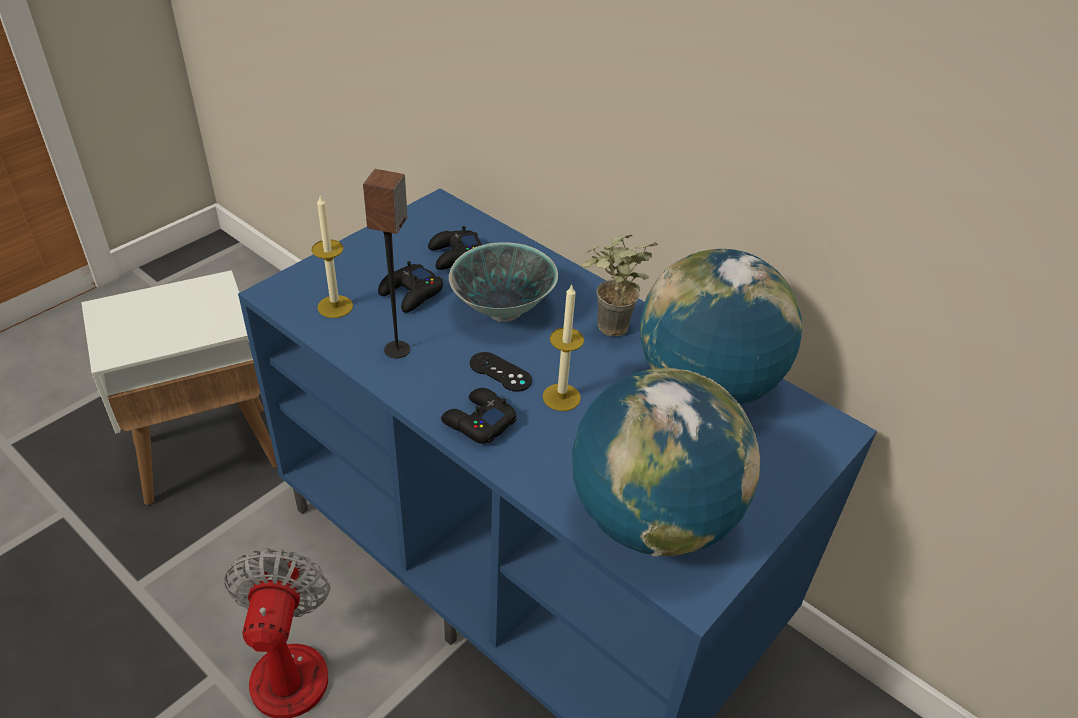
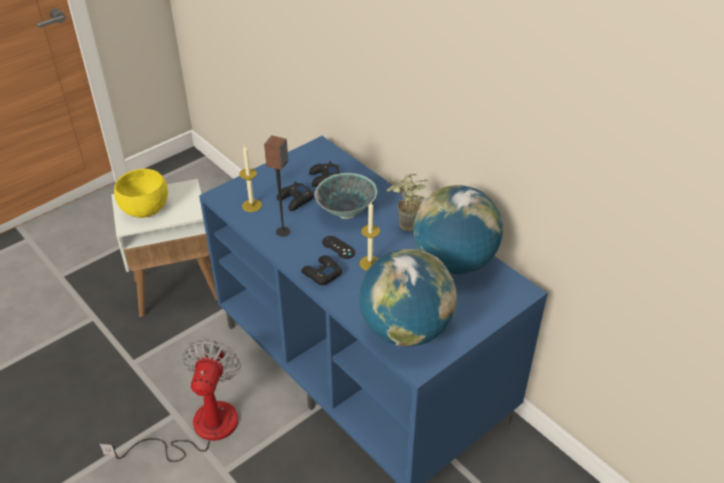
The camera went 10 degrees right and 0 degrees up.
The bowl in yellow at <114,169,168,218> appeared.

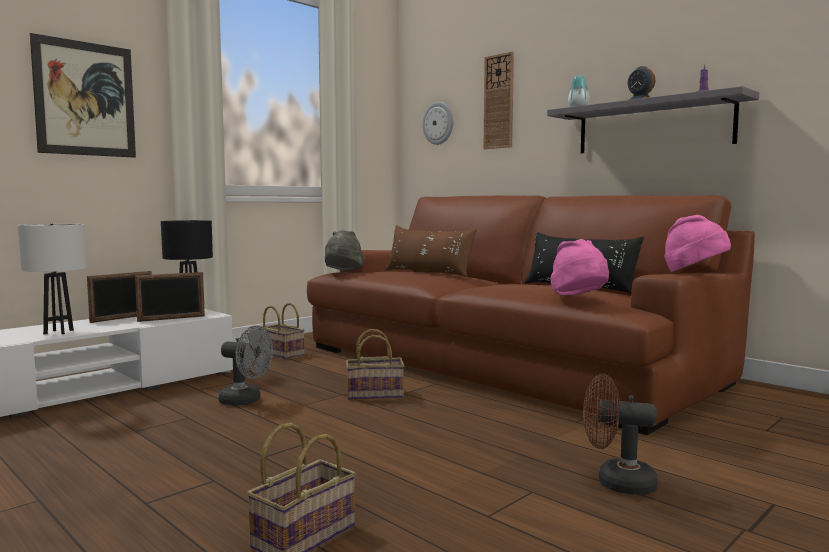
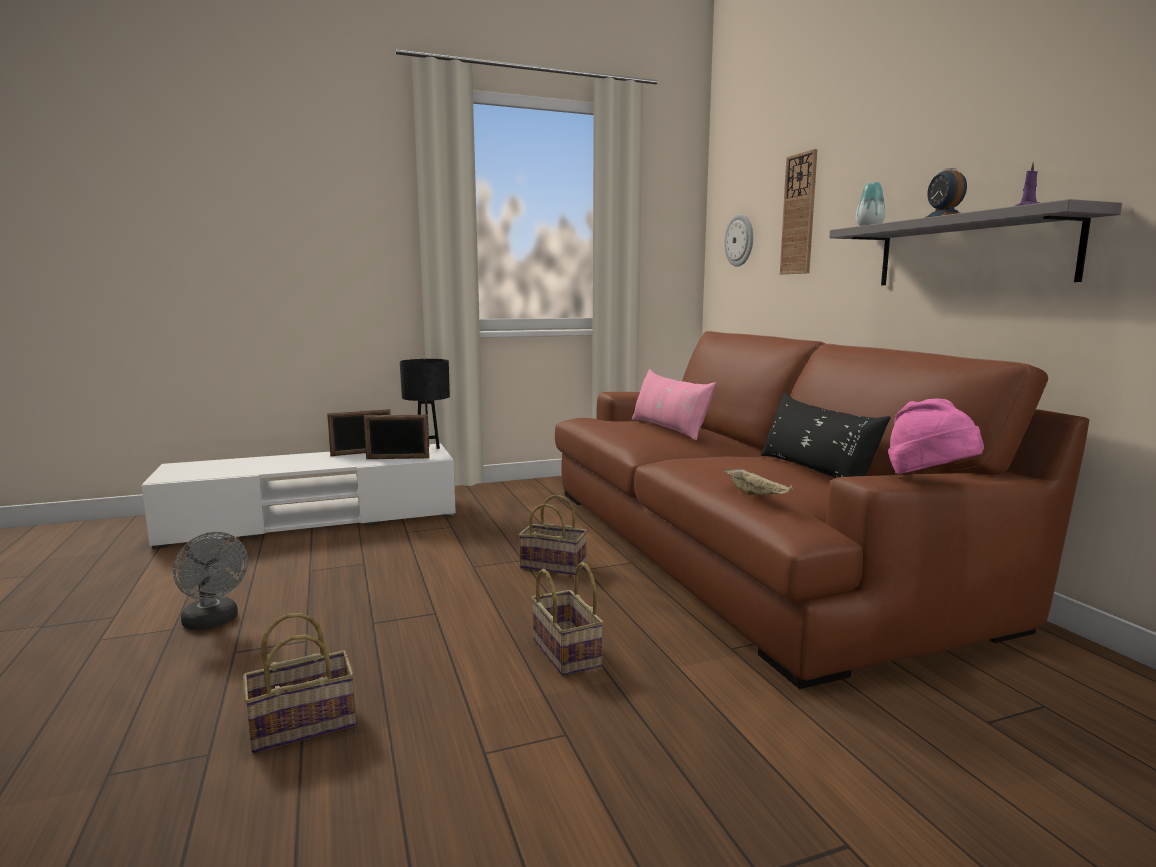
The camera went 25 degrees right and 5 degrees up.
The table lamp in white at <18,224,87,335> disappeared.
The picture at <30,33,136,158> disappeared.
The fan in grey moved from <219,326,273,406> to <173,532,248,630>.
The basket moved from <259,303,304,359> to <531,562,604,676>.
The hat in grey at <325,230,364,271> disappeared.
The pillow in brown at <385,225,477,277> became the pillow in pink at <632,369,716,440>.
The hat in pink at <551,239,609,295> was replaced by the tray in beige at <723,468,793,495>.
The fan in brown at <583,374,658,495> disappeared.

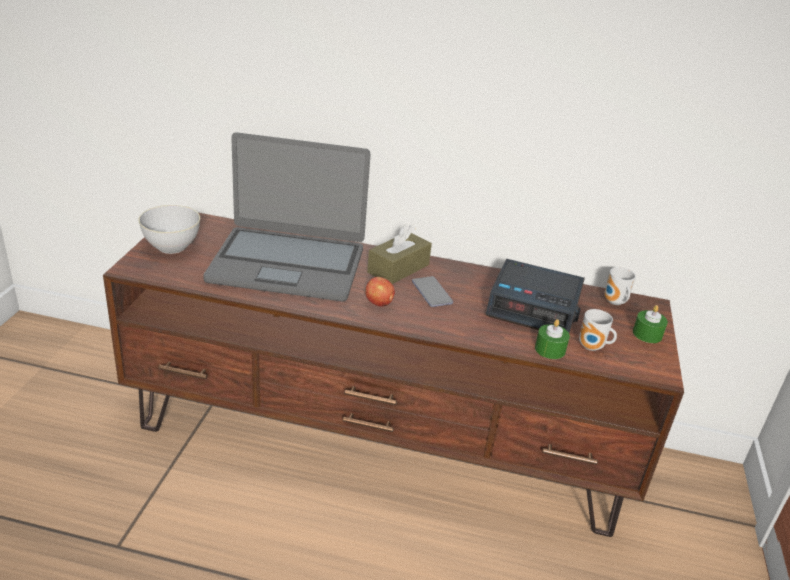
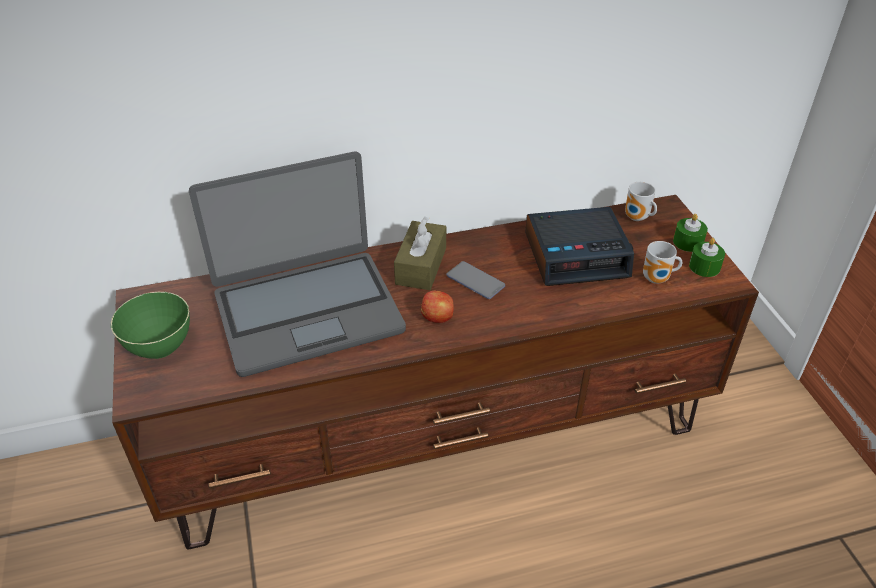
The camera went 25 degrees left and 10 degrees up.
The bowl in grey at <138,205,200,254> became the bowl in green at <111,292,190,359>.
The candle in green moved from <535,319,570,359> to <689,238,725,277>.

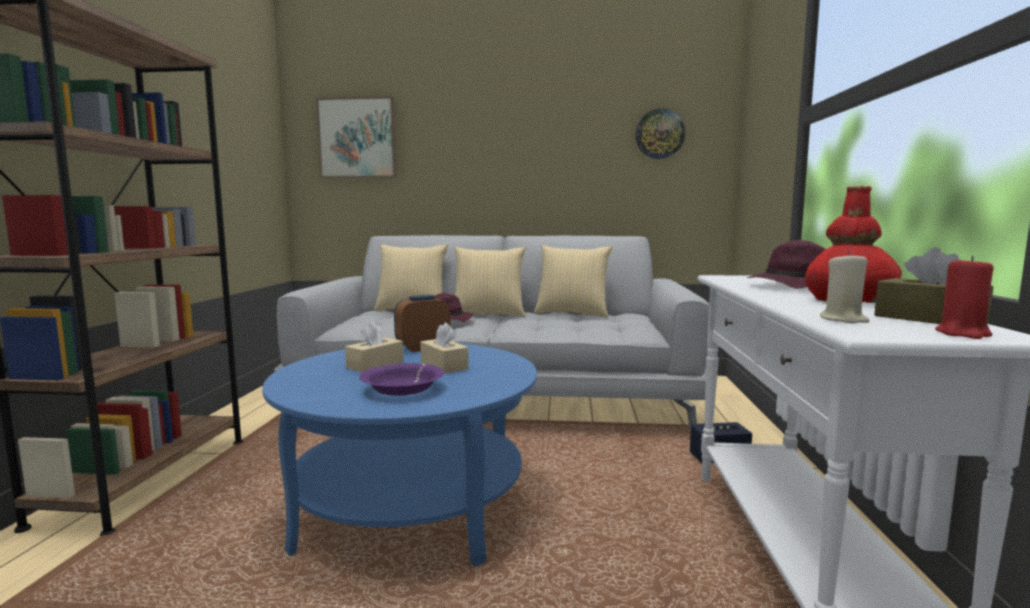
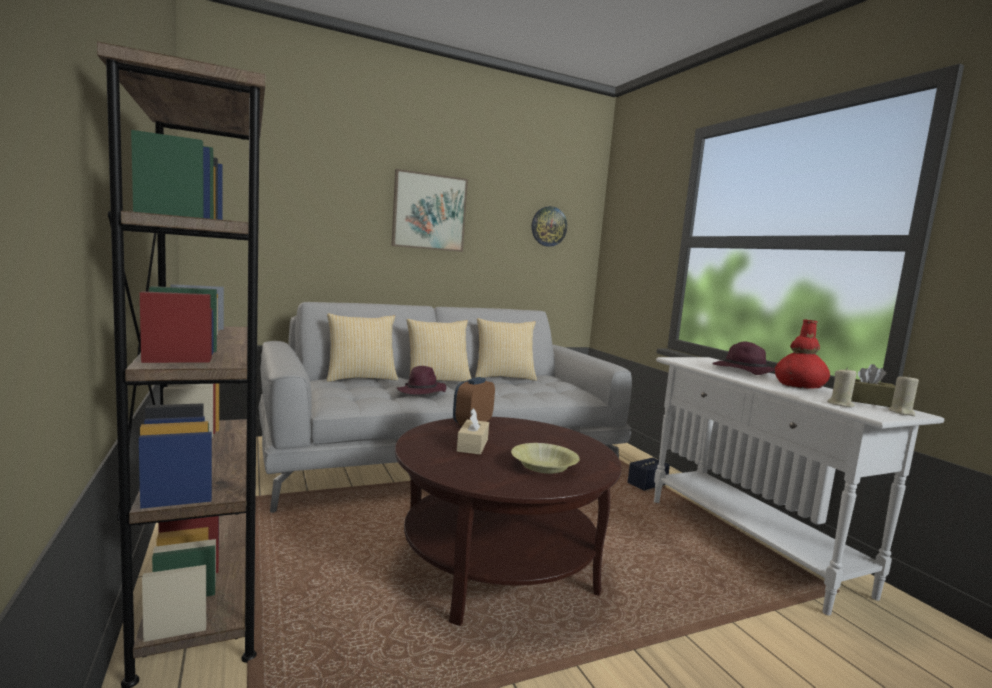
The camera went 30 degrees left and 0 degrees up.
The coffee table in blue at <262,343,537,567> became the coffee table in brown at <395,417,621,626>.
The picture moved from <316,96,397,178> to <391,169,468,252>.
The bowl in purple at <359,363,444,396> became the bowl in yellow at <511,443,580,474>.
The tissue box in beige at <420,323,469,374> disappeared.
The candle in red at <935,256,994,339> became the candle in beige at <889,375,919,416>.

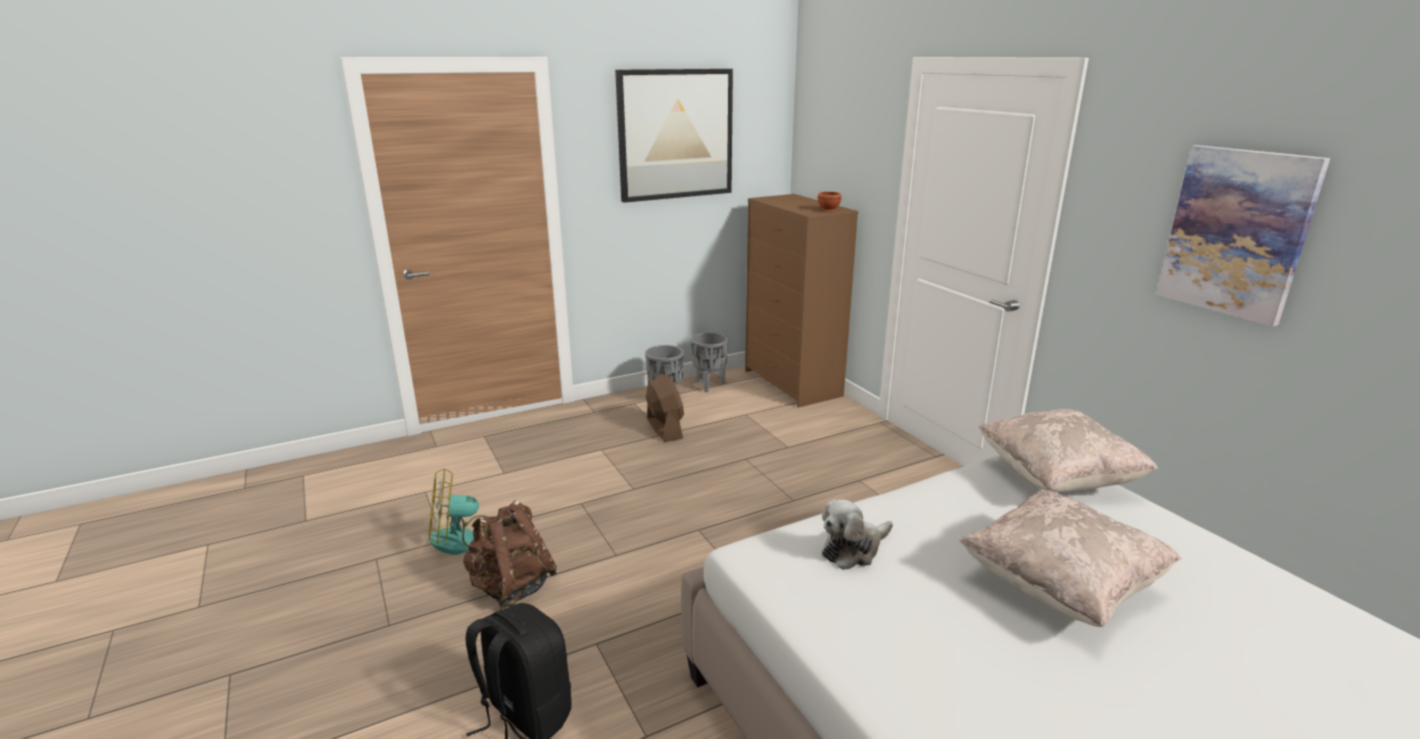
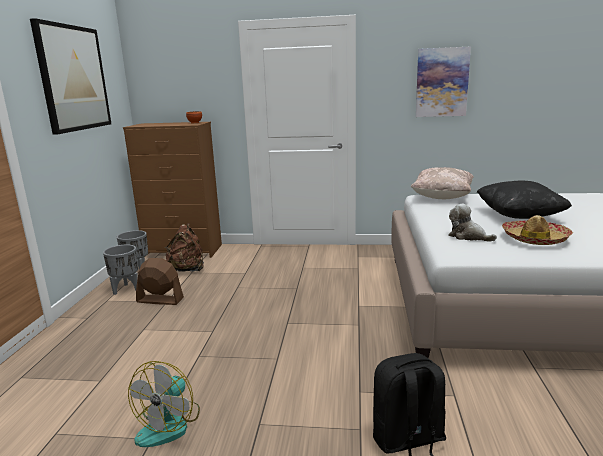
The camera went 55 degrees left and 5 degrees down.
The backpack in brown moved from <463,500,557,608> to <165,223,204,272>.
The plush toy at <822,499,893,570> turned 135 degrees clockwise.
The pillow in beige at <959,490,1181,627> became the pillow in black at <477,180,572,219>.
The hat at <502,215,573,245> appeared.

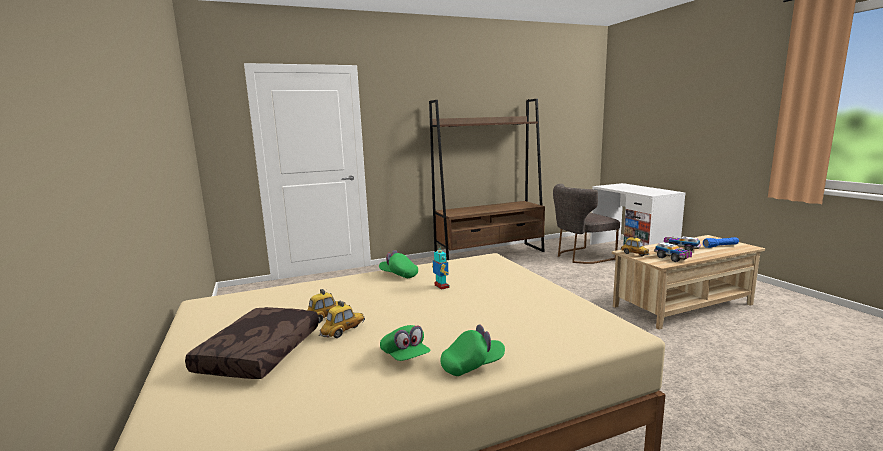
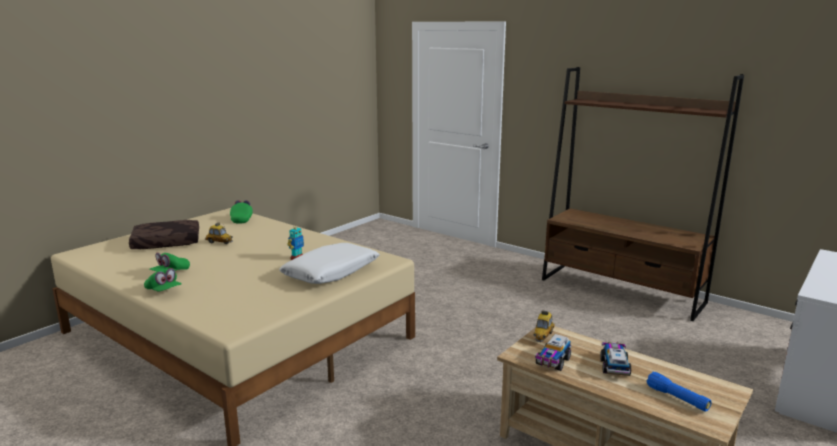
The camera went 60 degrees right and 5 degrees up.
The toy car at <319,301,365,338> disappeared.
The cap in green moved from <379,250,418,278> to <230,200,253,224>.
The chair in grey at <553,184,620,264> disappeared.
The pillow in white at <279,243,380,284> appeared.

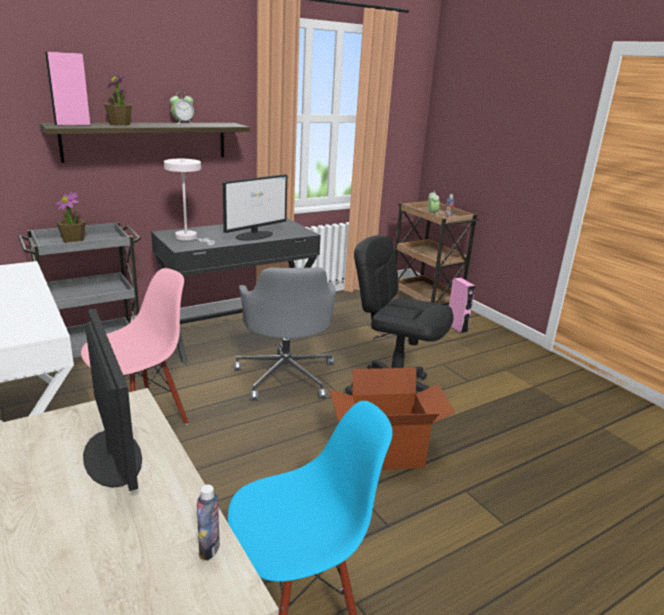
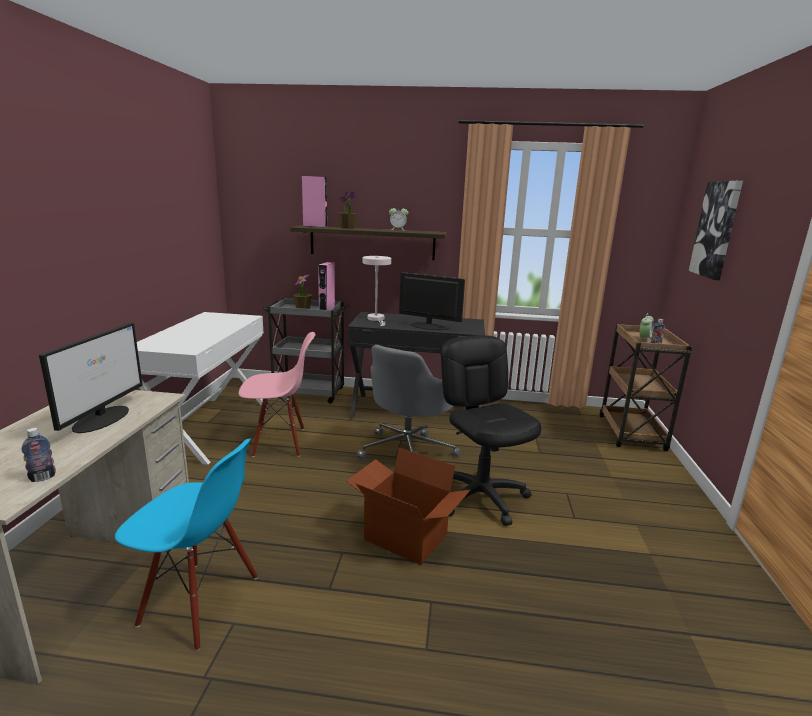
The camera went 40 degrees right and 5 degrees down.
The monitor at <223,174,287,241> turned 150 degrees counterclockwise.
The speaker in pink moved from <449,277,476,334> to <318,262,335,310>.
The picture at <689,181,743,280> appeared.

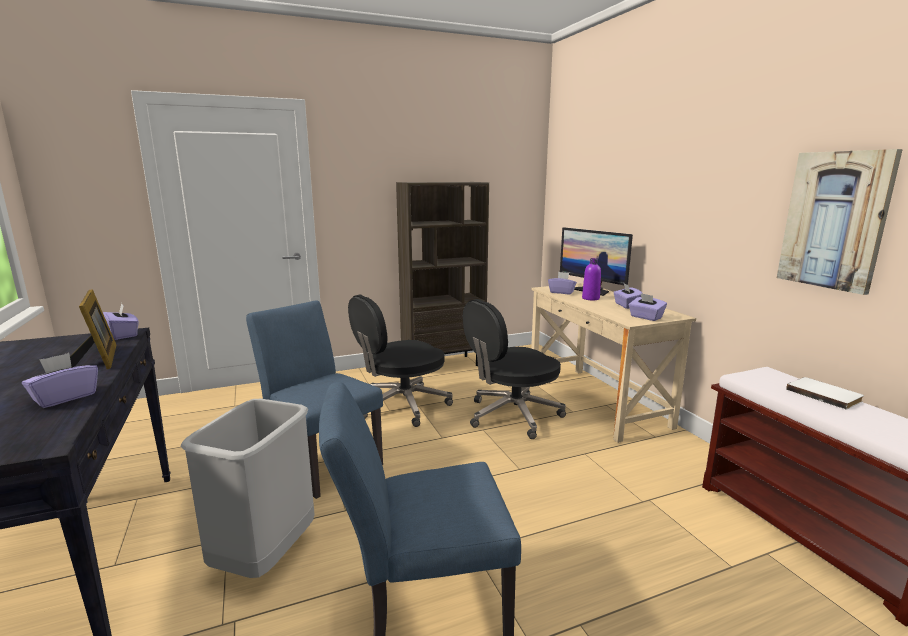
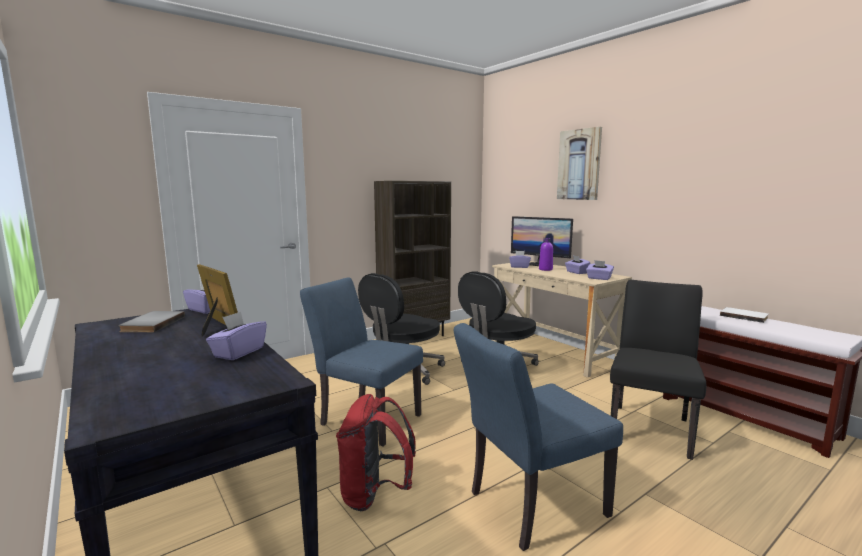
The camera went 15 degrees left and 5 degrees down.
The trash can in grey at <181,399,315,578> was replaced by the backpack in red at <336,394,416,511>.
The picture moved from <777,149,903,295> to <557,127,602,200>.
The book in grey at <119,311,185,332> appeared.
The chair in black at <610,280,706,460> appeared.

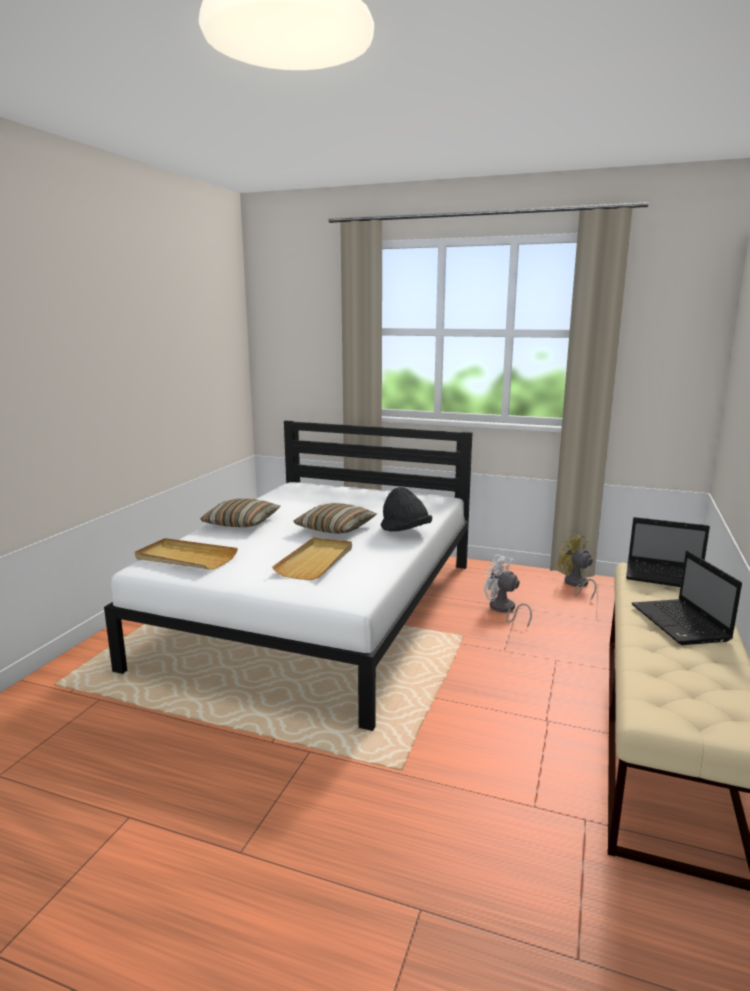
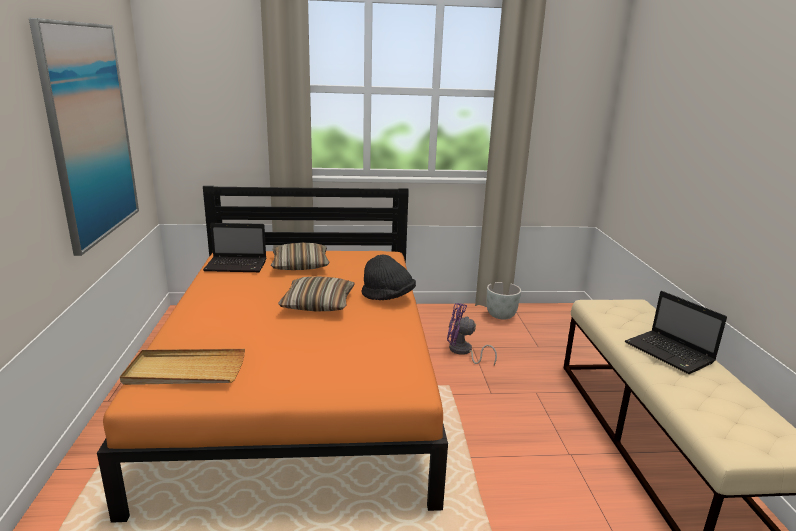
The camera went 25 degrees left and 5 degrees up.
The bed in white at <104,420,473,731> became the bed in orange at <97,186,448,523>.
The pillow moved from <200,499,280,527> to <271,243,329,270>.
The tray in beige at <272,537,352,580> disappeared.
The fan in white at <484,554,532,628> became the fan in purple at <447,303,497,365>.
The fan in yellow at <558,533,597,600> was replaced by the planter in grey at <487,282,521,320>.
The laptop moved from <626,517,710,587> to <203,223,266,272>.
The picture at <29,18,139,256> appeared.

